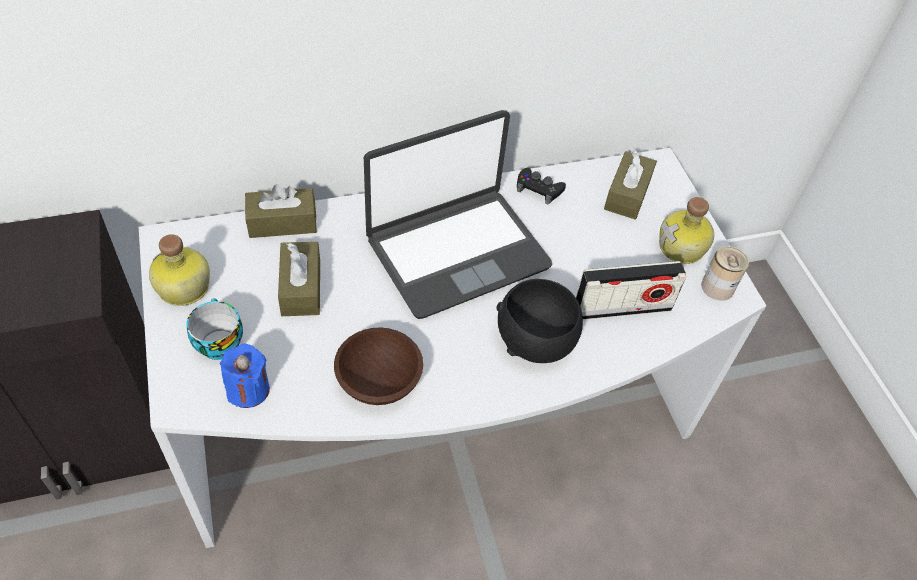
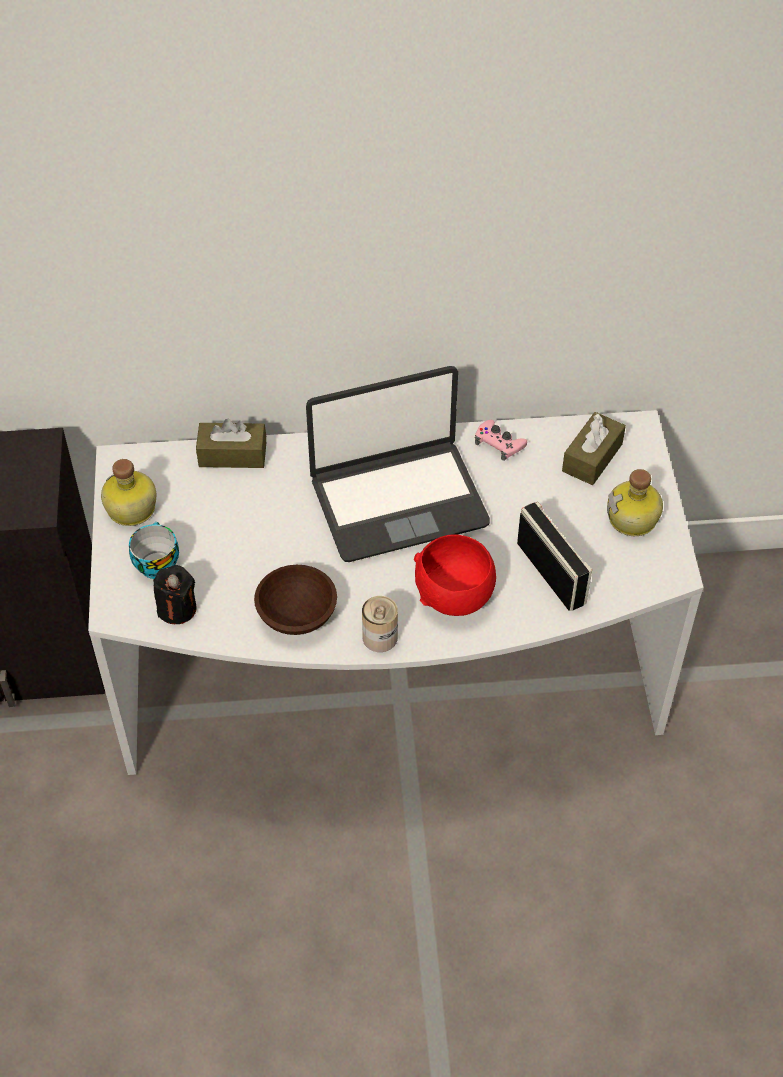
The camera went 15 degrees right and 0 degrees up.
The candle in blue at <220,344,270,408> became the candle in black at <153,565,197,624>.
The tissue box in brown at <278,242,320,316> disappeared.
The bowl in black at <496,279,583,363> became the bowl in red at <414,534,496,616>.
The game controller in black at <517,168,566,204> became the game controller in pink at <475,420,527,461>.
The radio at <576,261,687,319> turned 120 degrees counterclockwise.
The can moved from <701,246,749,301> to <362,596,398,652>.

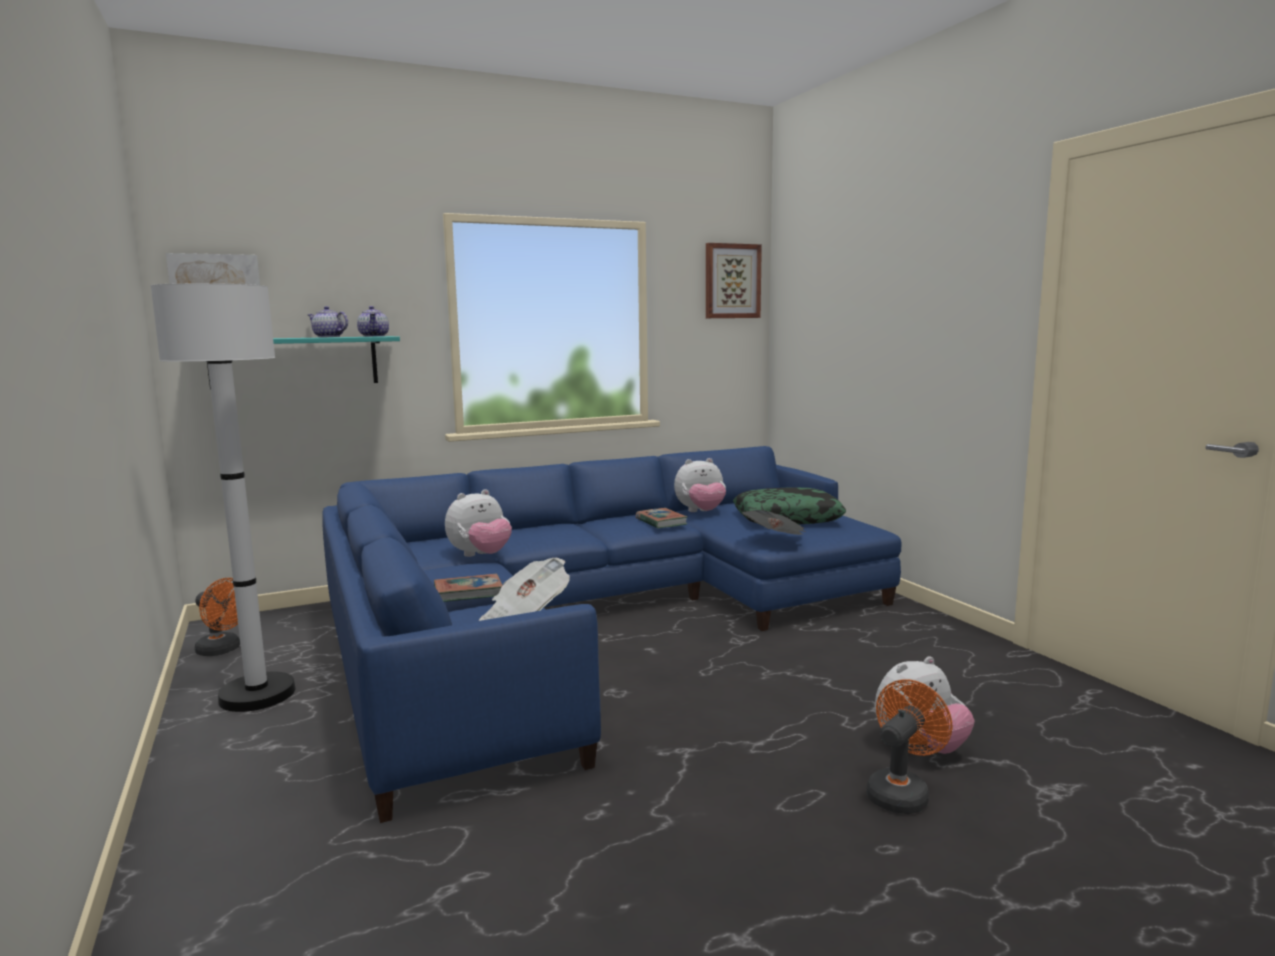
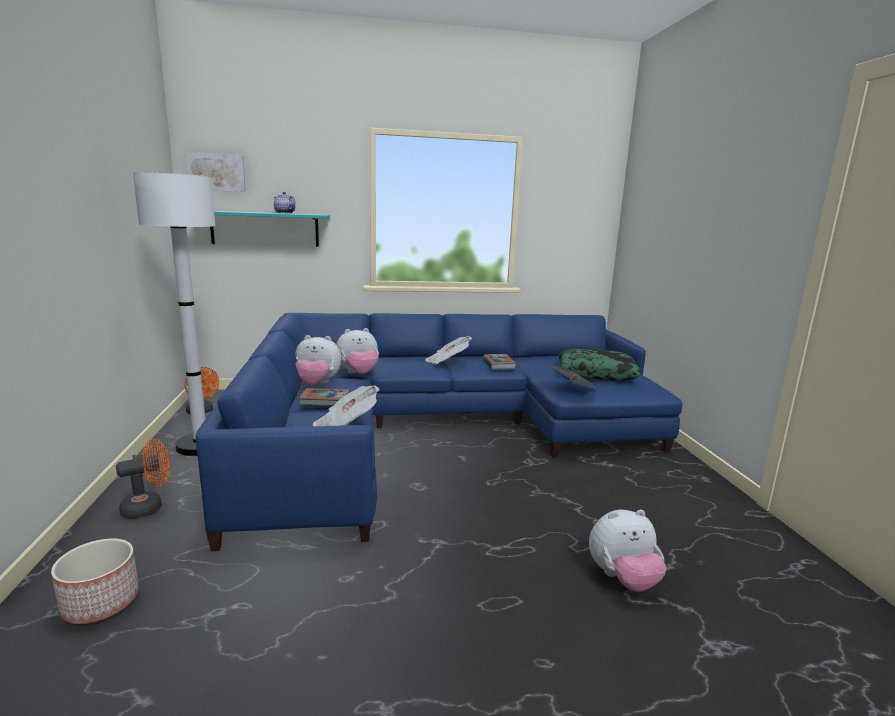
The camera went 15 degrees right and 5 degrees up.
The teapot at <357,306,389,337> disappeared.
The plush toy moved from <674,458,726,512> to <295,335,341,385>.
The picture at <706,243,762,318> disappeared.
The fan in orange moved from <867,679,952,814> to <116,439,170,519>.
The planter at <51,538,139,624> appeared.
The newspaper at <425,336,472,364> appeared.

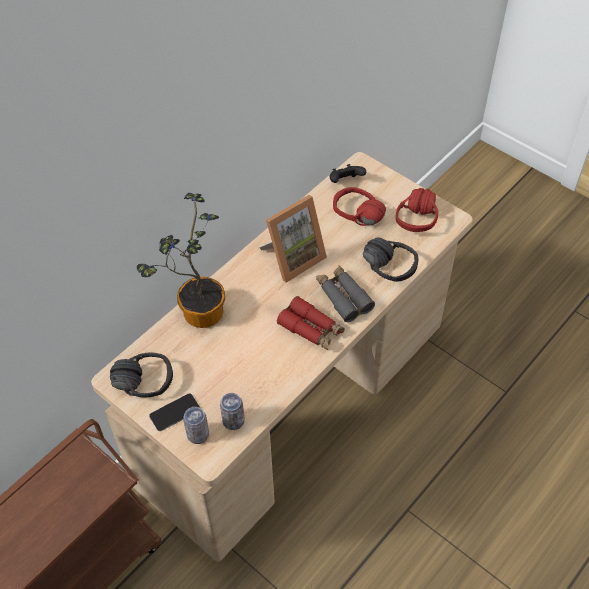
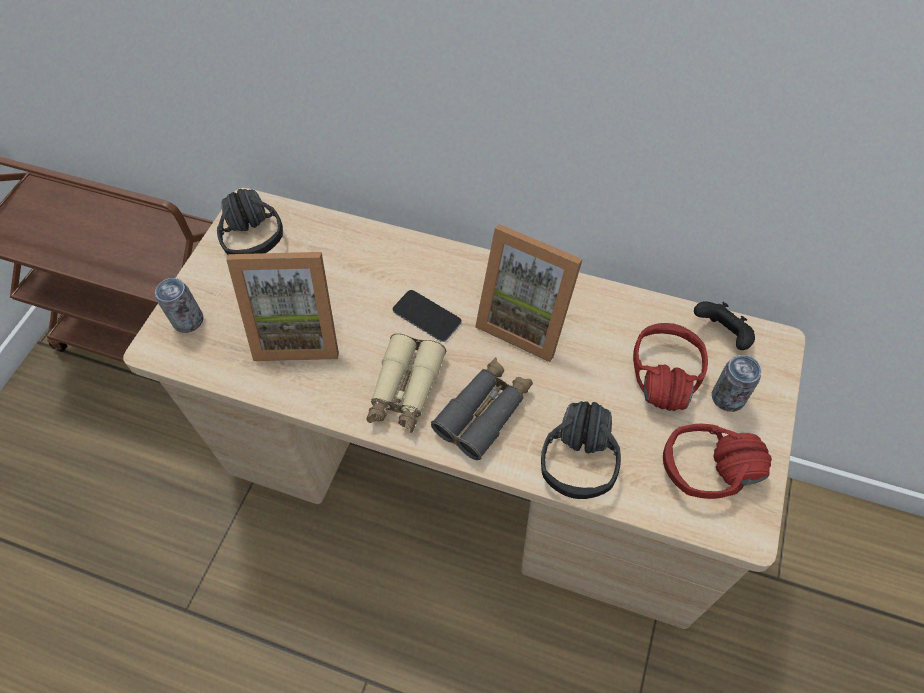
The camera went 70 degrees right and 5 degrees up.
The potted plant at <137,193,225,328> disappeared.
The phone moved from <149,393,200,431> to <393,290,462,342>.
The can moved from <220,393,245,430> to <712,355,762,412>.
The binoculars in red at <277,296,345,350> became the binoculars in beige at <366,333,446,433>.
The picture frame at <227,252,339,361> appeared.

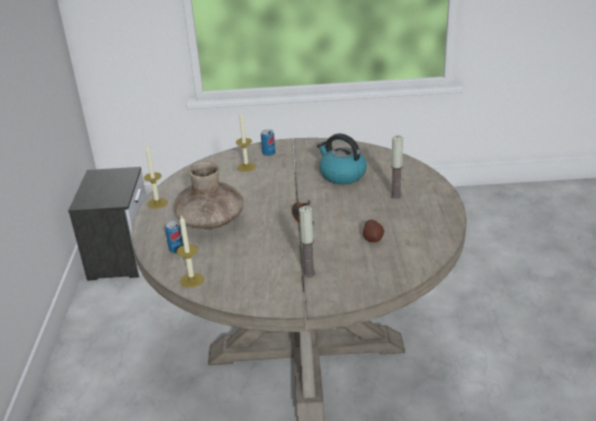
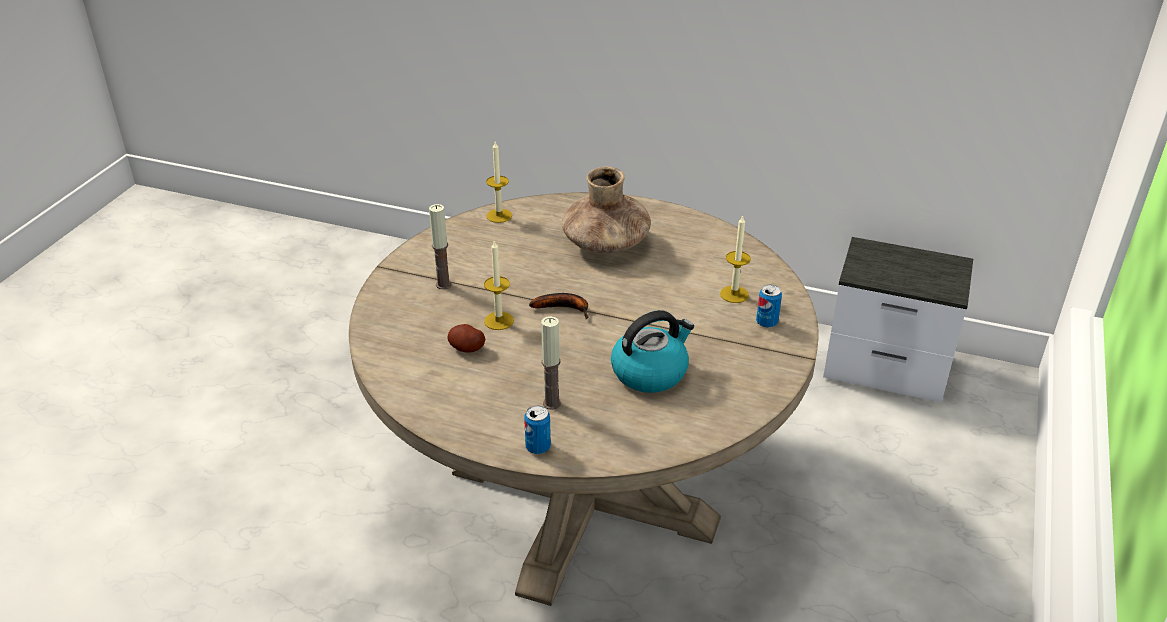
The camera went 110 degrees right and 5 degrees up.
The candle moved from <144,146,168,209> to <484,240,514,330>.
The can moved from <165,221,183,253> to <524,406,551,454>.

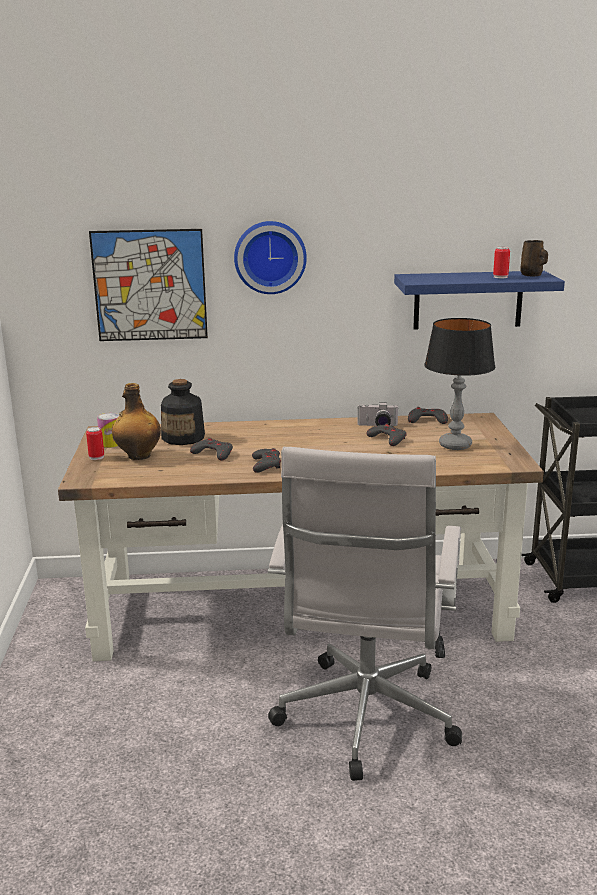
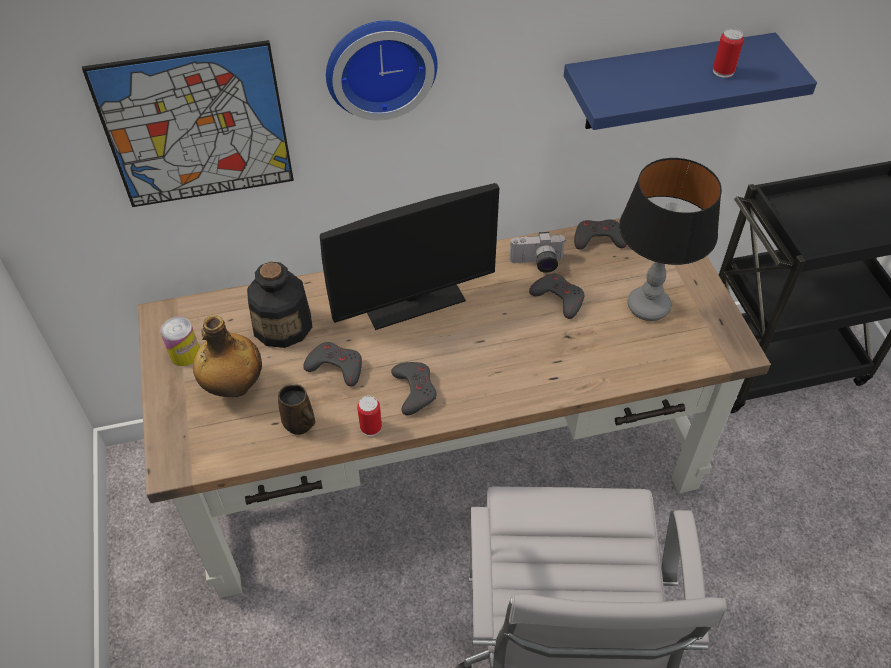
The camera went 10 degrees left and 30 degrees up.
The can moved from <86,427,104,460> to <357,396,382,436>.
The mug in brown moved from <520,240,548,276> to <278,385,315,435>.
The monitor at <320,183,499,330> appeared.

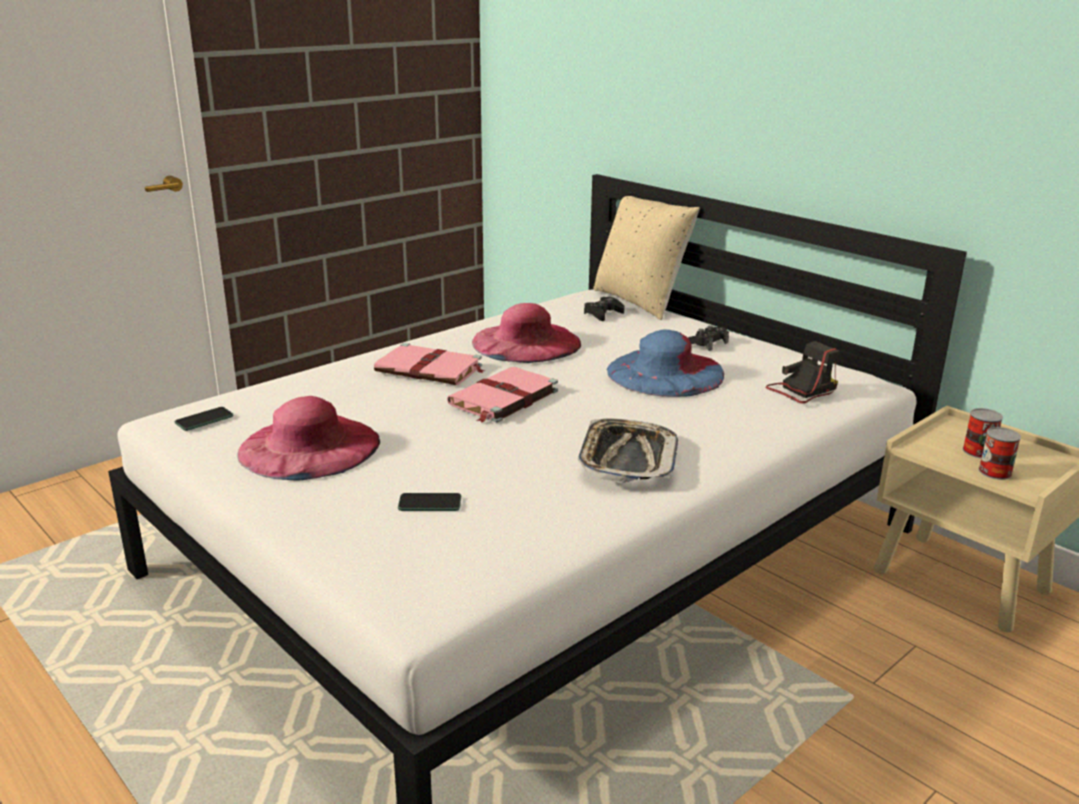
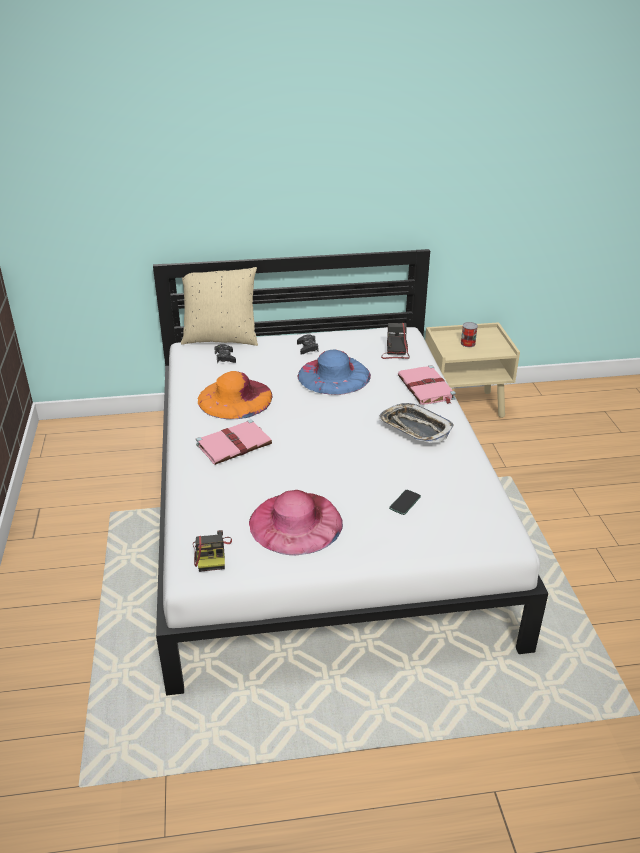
The camera went 55 degrees left and 10 degrees up.
The phone at <175,407,233,431> was replaced by the photo camera at <193,530,232,572>.
The book in pink moved from <447,367,558,423> to <398,365,456,405>.
The hat in pink at <472,303,581,363> became the hat in orange at <197,371,273,419>.
The can at <978,427,1021,480> disappeared.

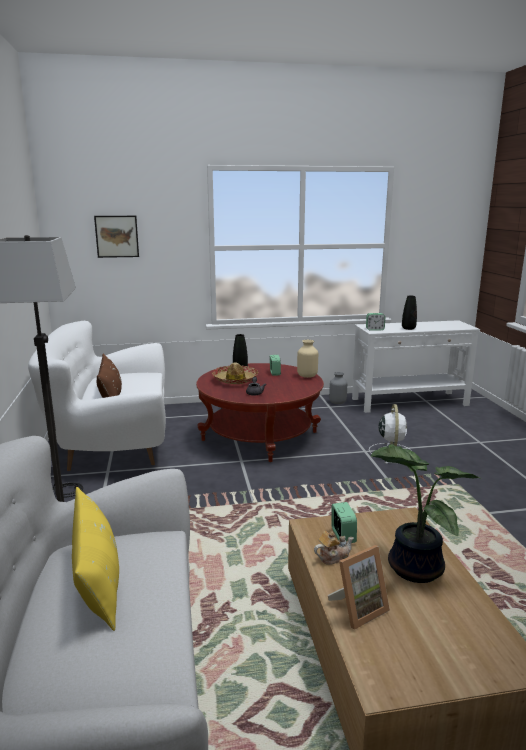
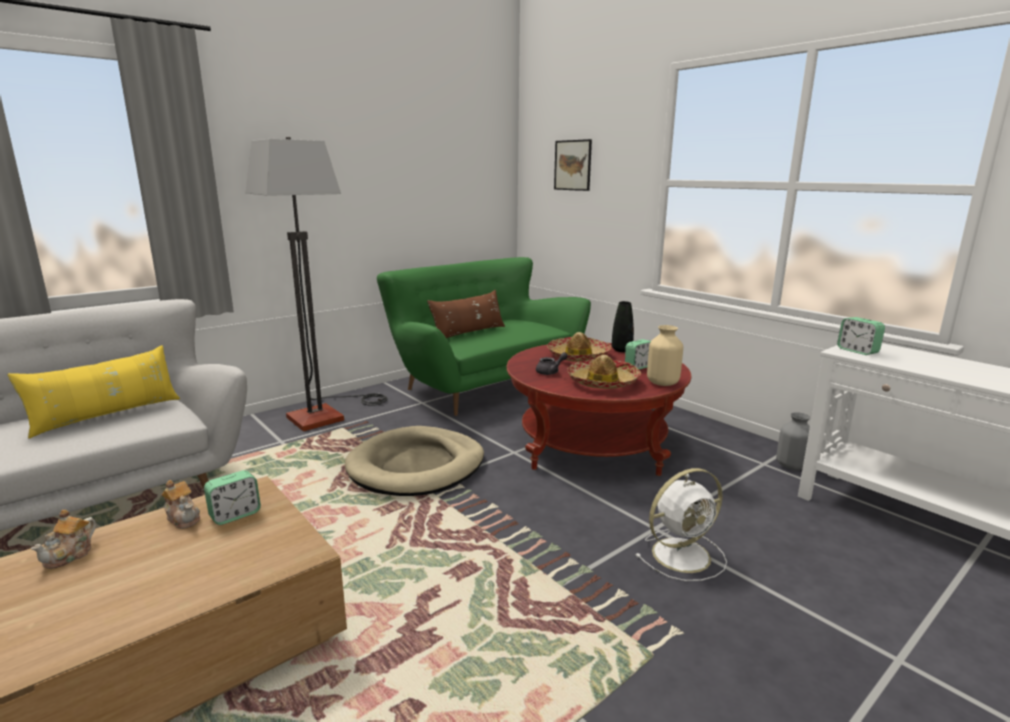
The camera went 60 degrees right and 0 degrees up.
The sofa in white at <28,321,166,471> became the sofa in green at <377,257,591,416>.
The picture frame at <328,545,390,630> was replaced by the teapot at <31,510,96,569>.
The potted plant at <371,444,480,583> disappeared.
The vase in black at <402,296,417,330> disappeared.
The dog bed in beige at <345,426,484,496> appeared.
The hat at <567,355,641,389> appeared.

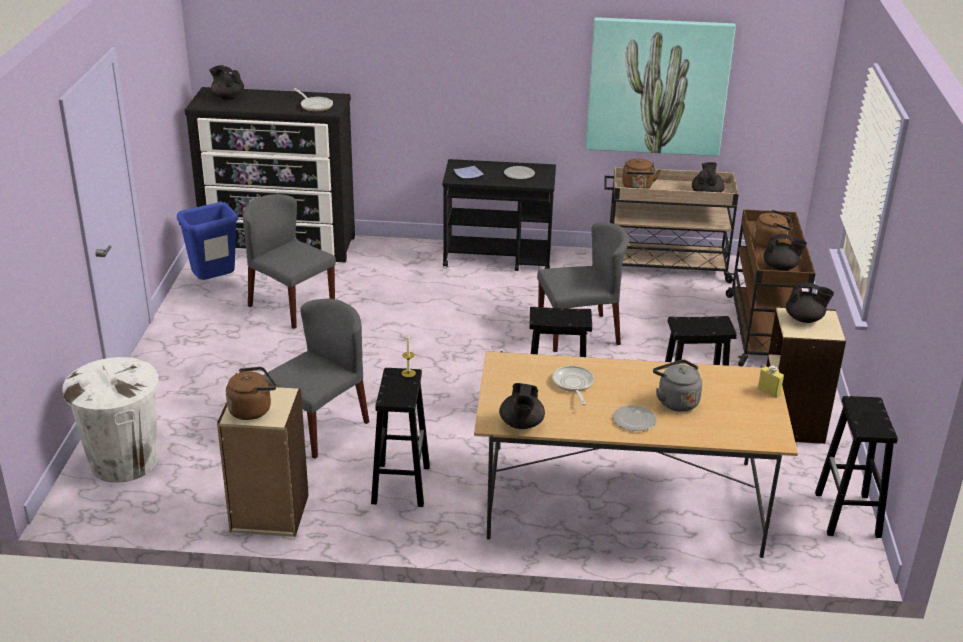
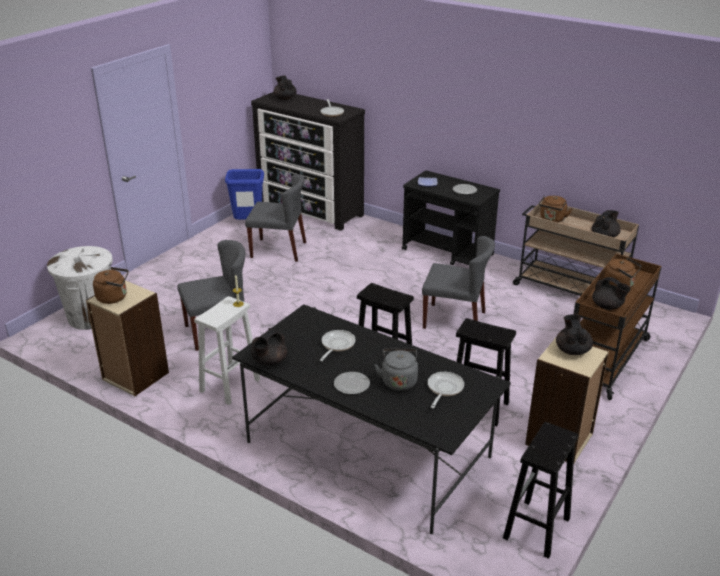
The camera went 30 degrees right and 0 degrees up.
The chair in grey at <243,194,336,329> turned 120 degrees clockwise.
The stool in black at <371,368,430,507> became the stool in white at <194,296,260,405>.
The dining table in beige at <474,351,798,558> became the dining table in black at <232,304,511,534>.
The picture at <585,17,736,156> disappeared.
The bottle in yellow at <758,365,784,398> disappeared.
The teapot in black at <786,282,834,323> turned 135 degrees counterclockwise.
The frying pan at <428,372,464,408> appeared.

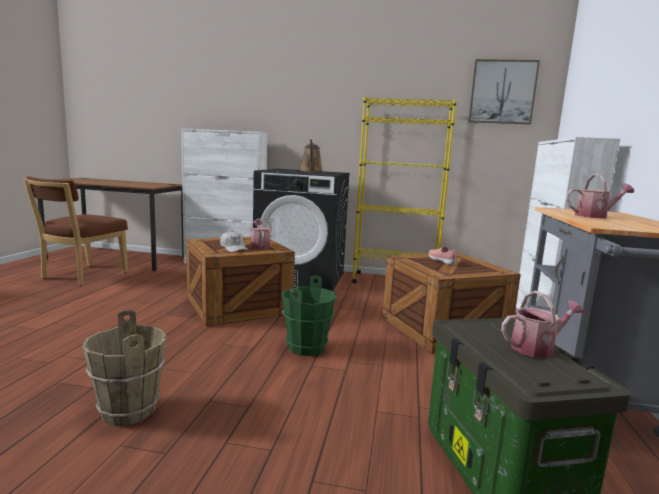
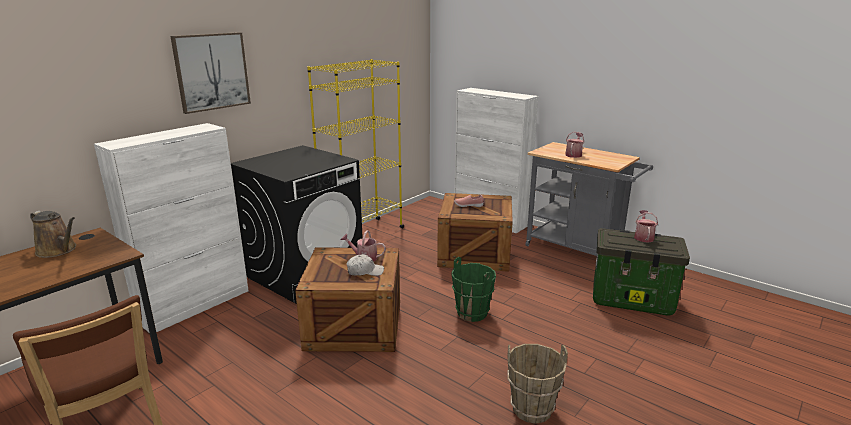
The camera went 60 degrees left and 10 degrees up.
The watering can in brown moved from <300,139,323,172> to <30,211,76,258>.
The picture moved from <468,59,540,124> to <171,32,251,114>.

